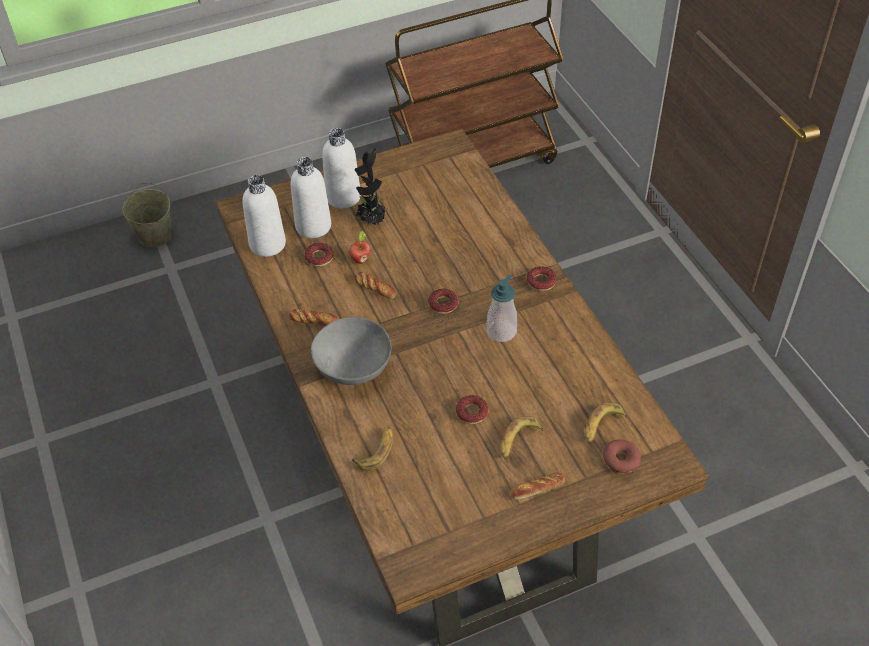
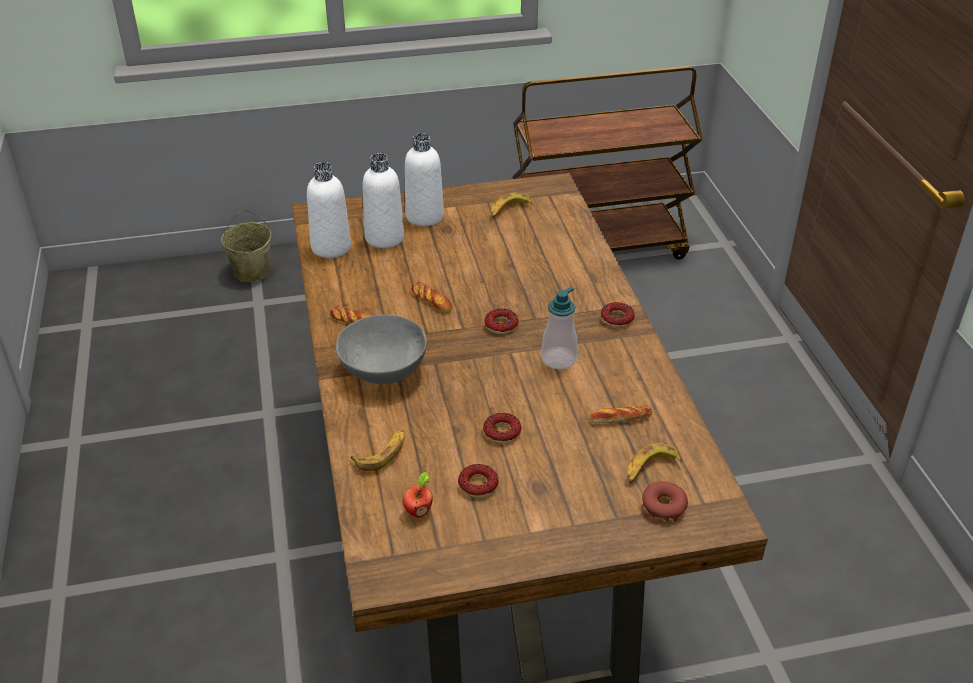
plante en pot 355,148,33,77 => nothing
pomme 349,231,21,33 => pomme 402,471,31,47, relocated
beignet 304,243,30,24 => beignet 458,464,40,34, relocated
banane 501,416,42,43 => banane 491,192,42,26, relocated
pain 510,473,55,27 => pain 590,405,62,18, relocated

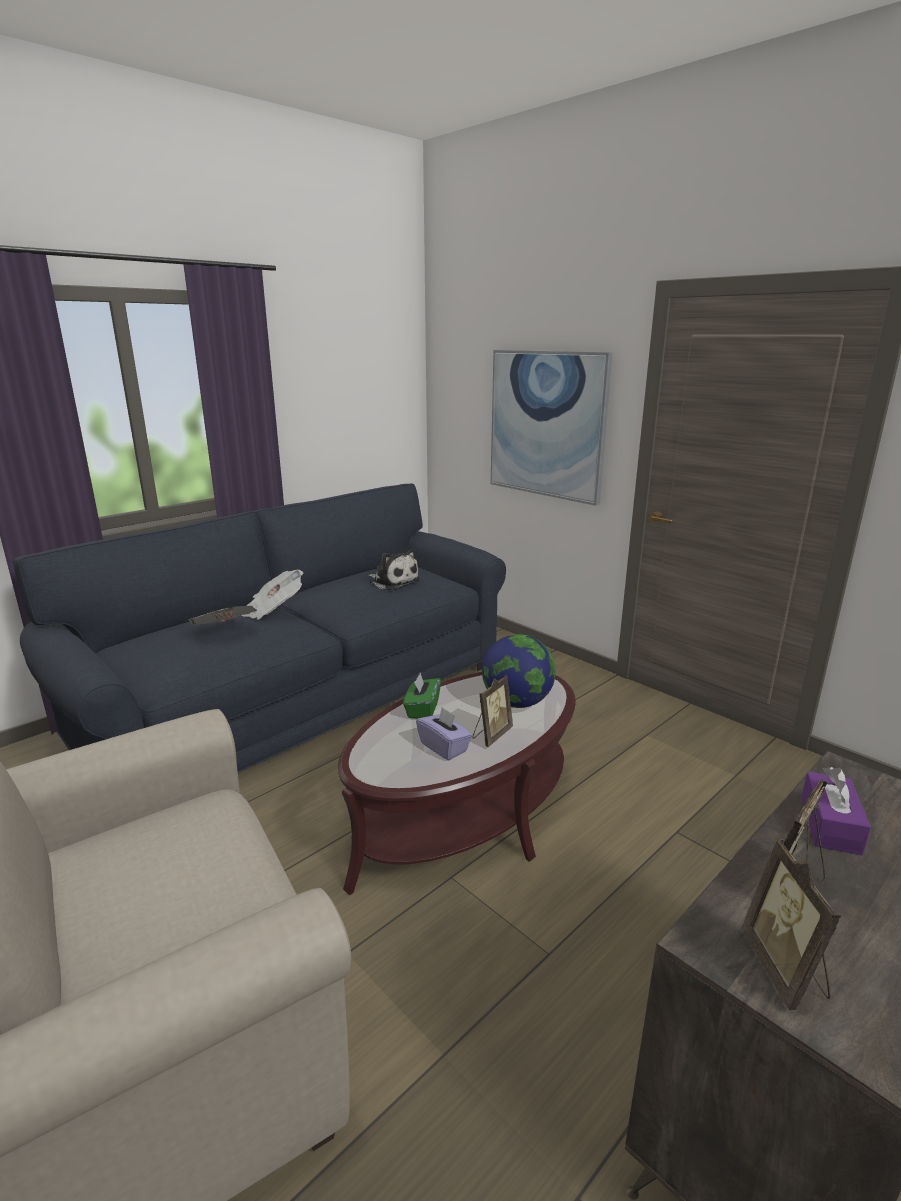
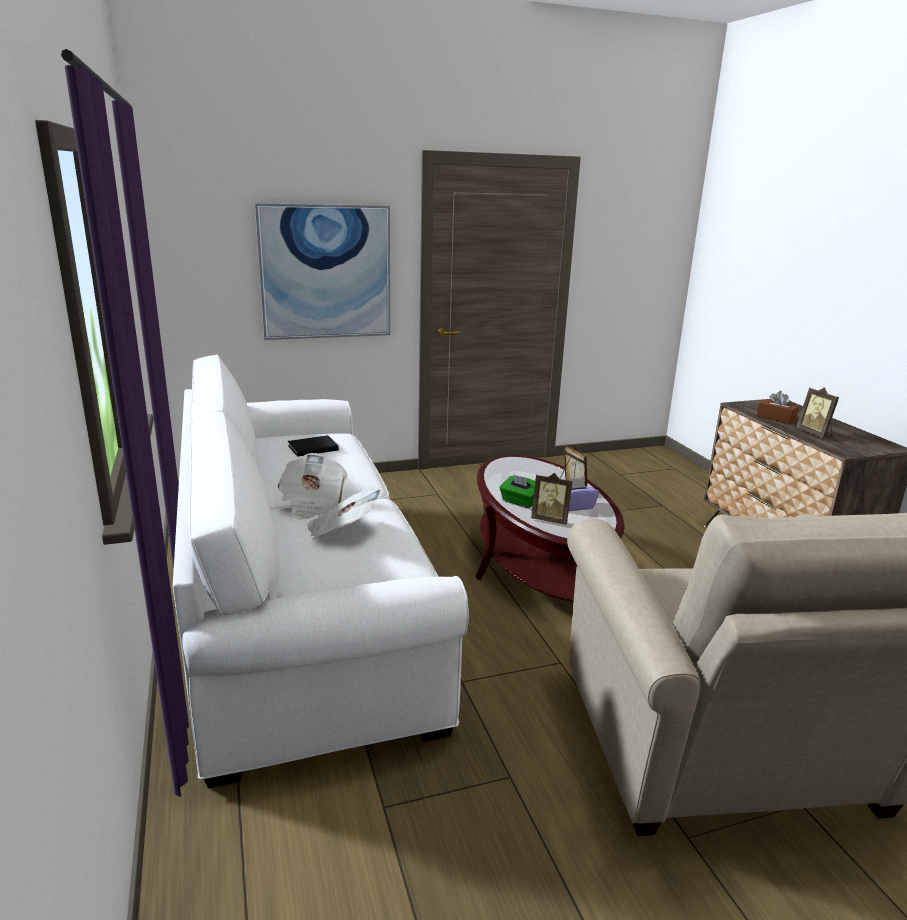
canapé (bleu) 12,483,494,289 => canapé (blanc) 173,354,296,434
peluche 368,549,52,41 => livre (noir) 288,435,51,22
globe 482,634,74,74 => nothing
boîte à mouchoirs (violet) 801,767,70,88 => boîte à mouchoirs (marron) 756,391,43,33
cadre photo 741,839,100,171 => cadre photo 531,473,41,52, relocated

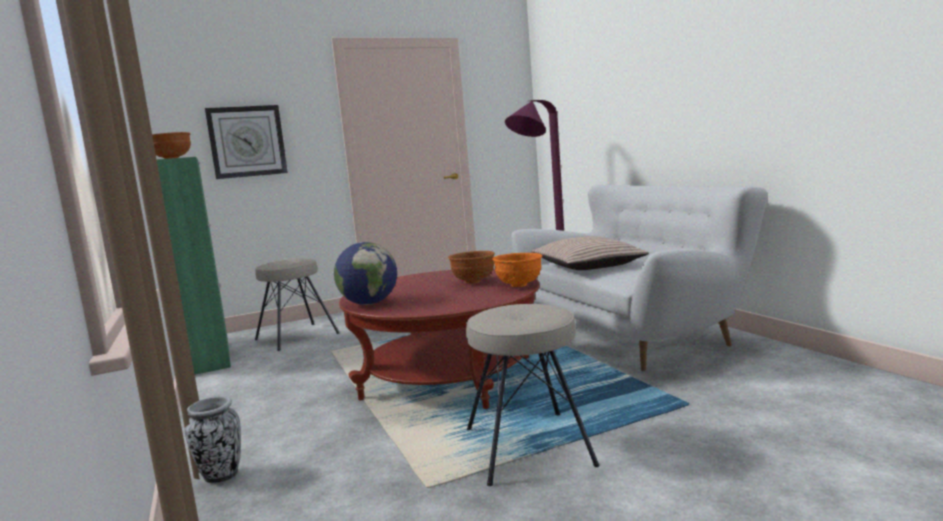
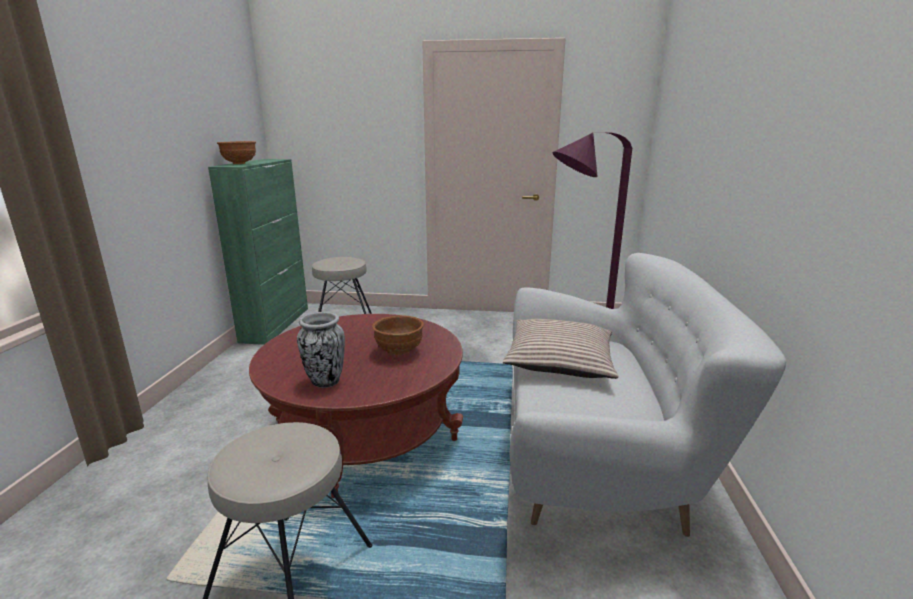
horloge murale 205,105,83,74 => nothing
globe 334,242,63,63 => nothing
bol (orange) 492,253,50,34 => nothing
vase 185,396,56,87 => vase 297,312,48,76, relocated

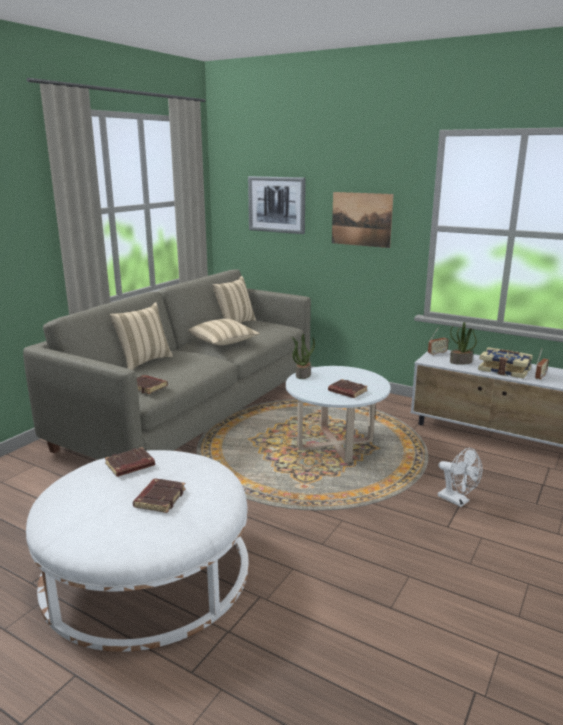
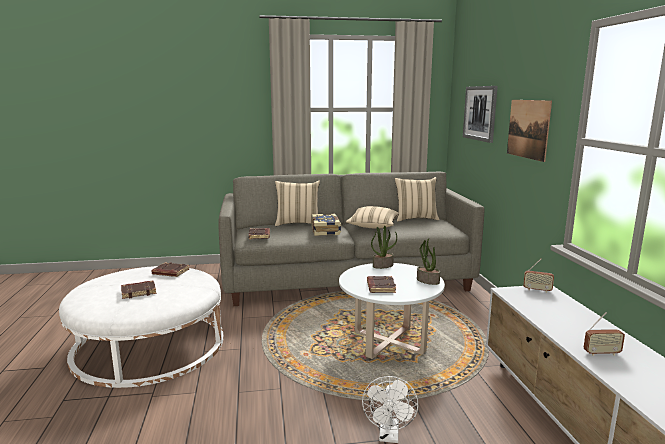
plante en pot 450,322,27,43 => plante en pot 417,238,23,47, relocated
livre 478,347,55,32 => livre 311,214,30,22, relocated

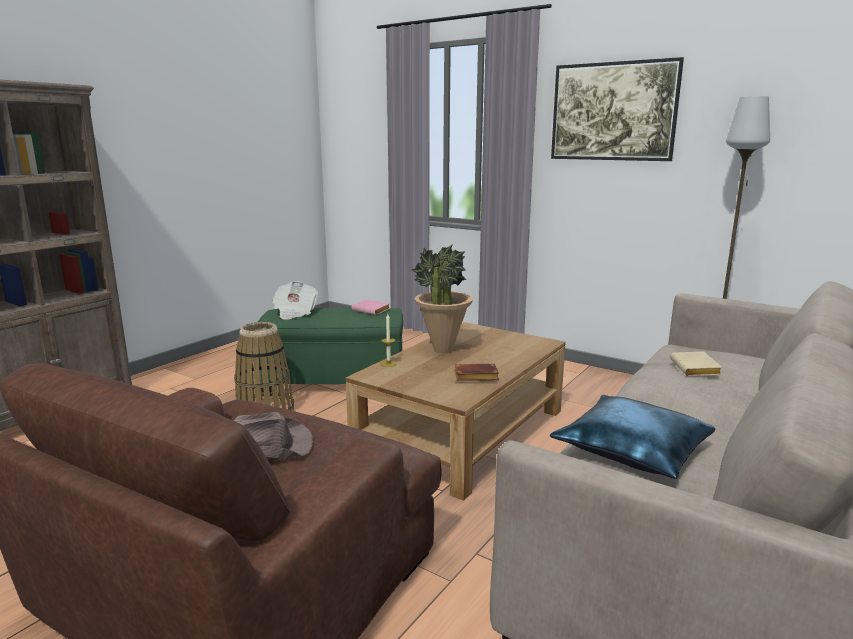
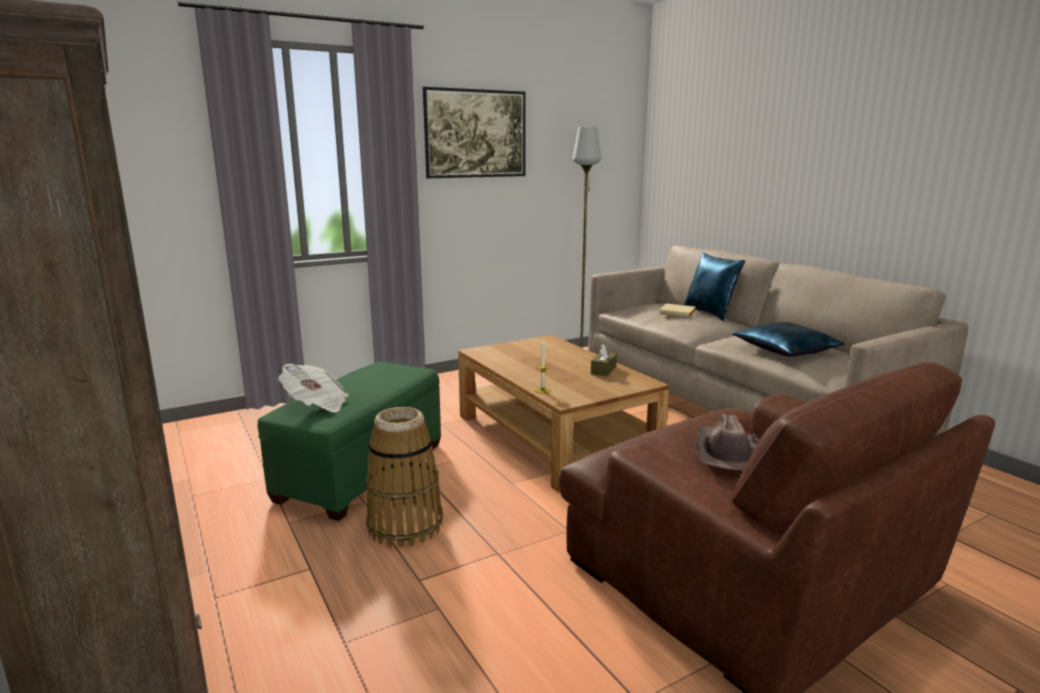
plante en pot 411,244,62,110 => nothing
livre (rose) 352,299,38,16 => nothing
livre (marron) 455,364,44,17 => boîte à mouchoirs (marron) 591,344,26,32
nothing => coussin (bleu) 683,252,62,69

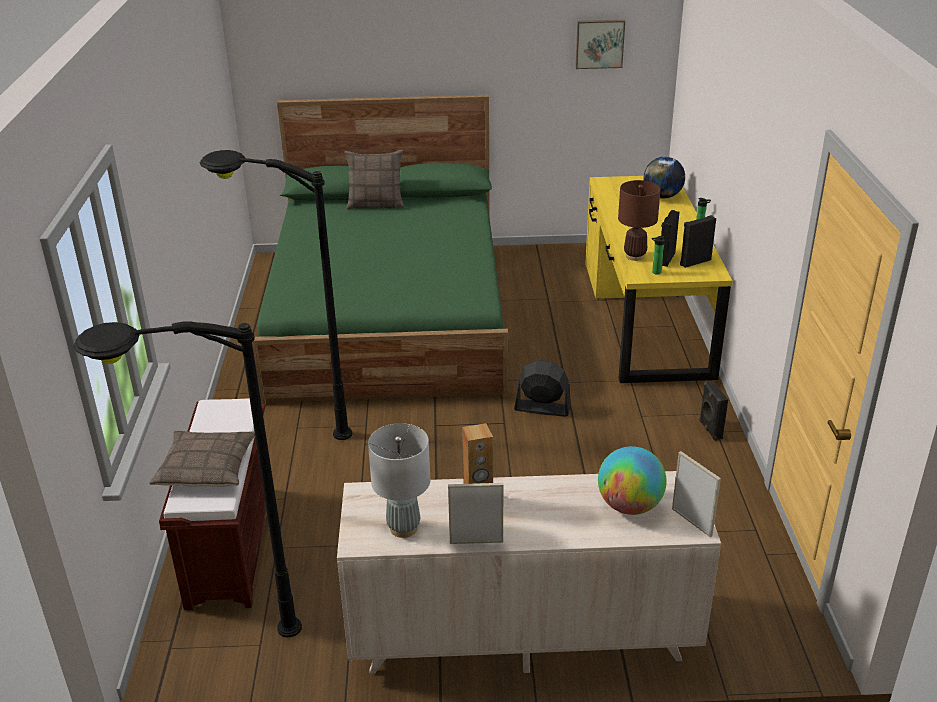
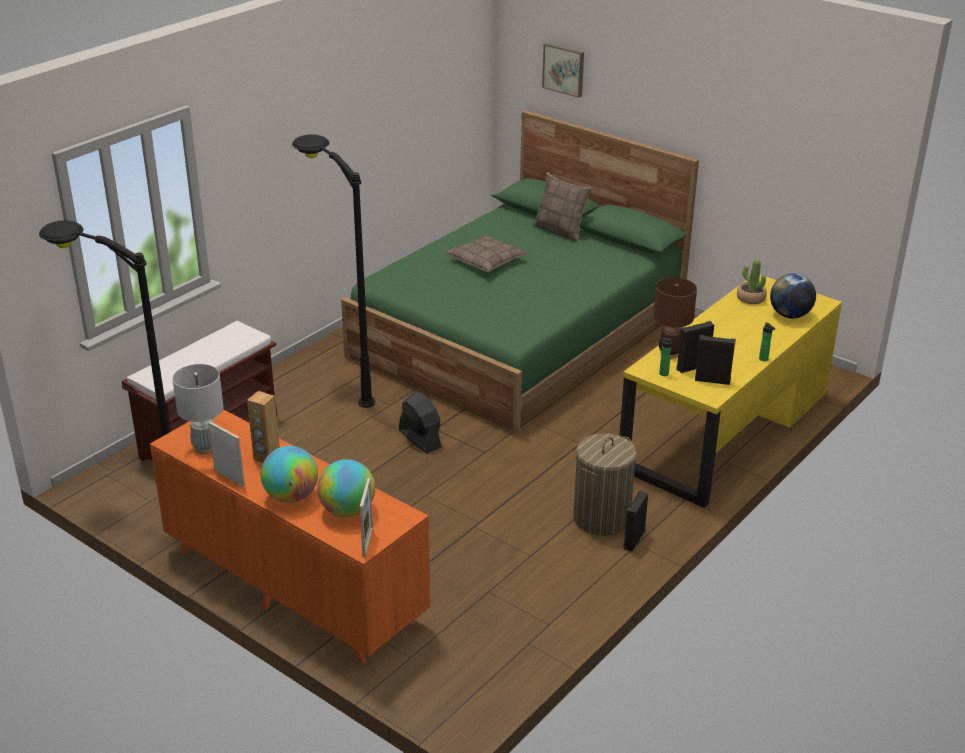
tableau 575,20,50,49 => tableau 542,43,42,55, relocated
ventilateur (noir) 514,360,57,57 => ventilateur (noir) 399,392,43,61, relocated
coussin 149,431,106,56 => coussin 446,235,82,37, relocated
commode (beige) 337,471,384,203 => commode (orange) 150,409,280,256
nothing => plante en pot 737,259,30,45
nothing => panier à linge 573,433,64,103
nothing => globe 261,446,57,57

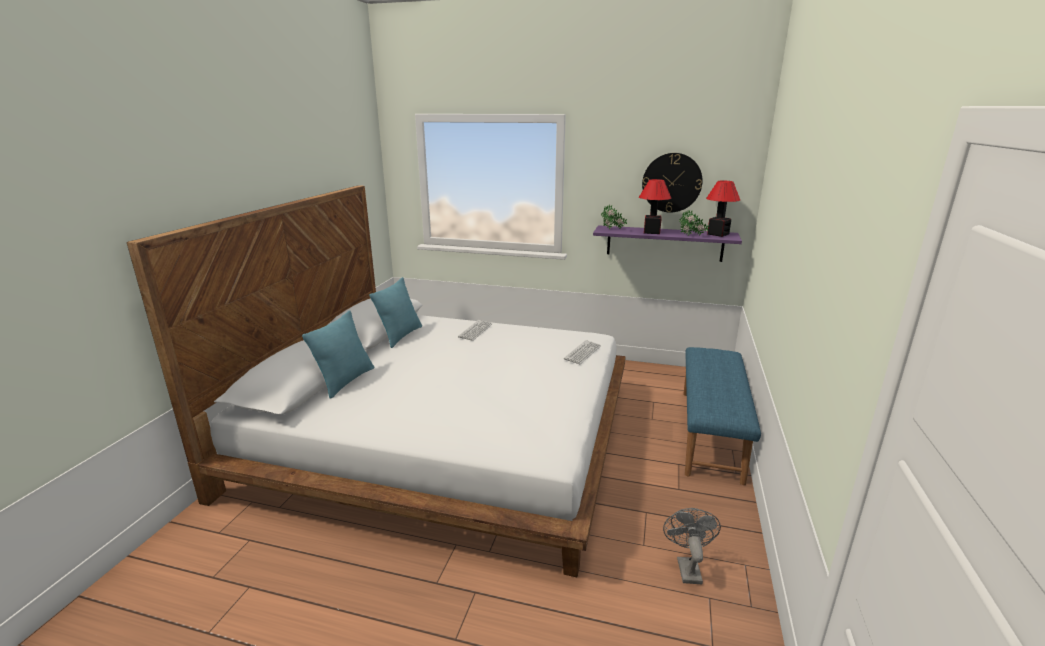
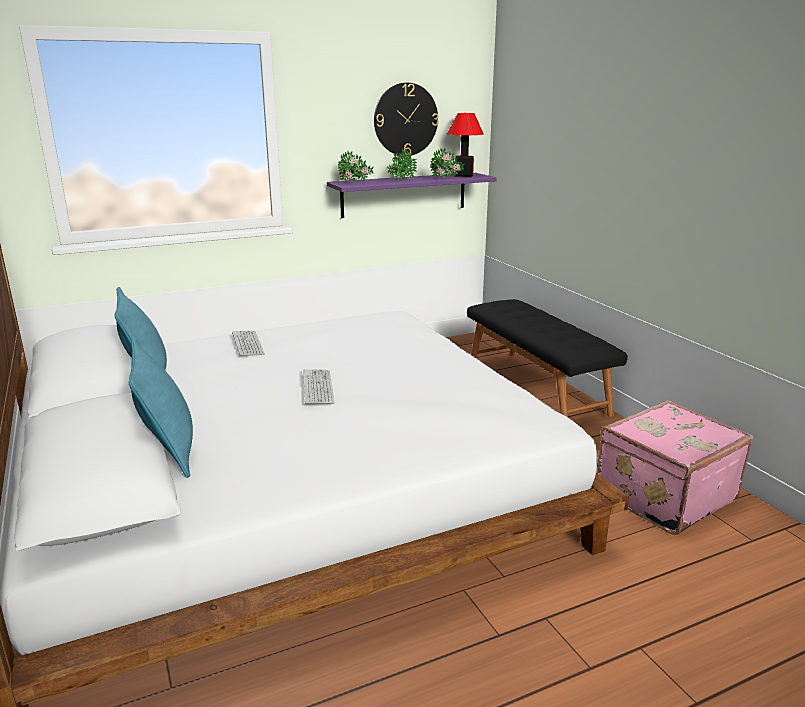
lampe de table 639,179,32,55 => plante en pot 387,149,30,31
clavier 564,340,37,24 => clavier 303,369,31,35, relocated
banc (bleu) 683,347,78,138 => banc (noir) 467,299,161,118
ventilateur (gris) 663,508,58,76 => valise (rose) 597,400,156,135

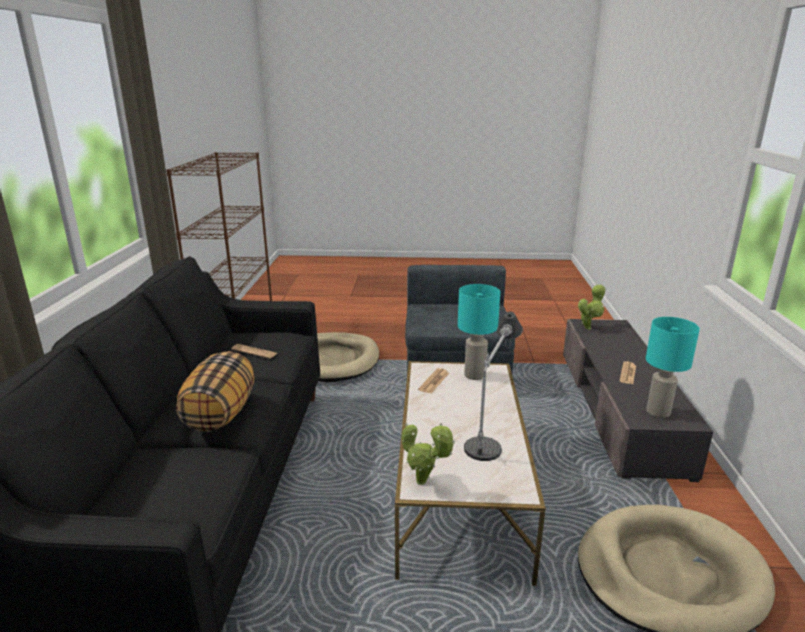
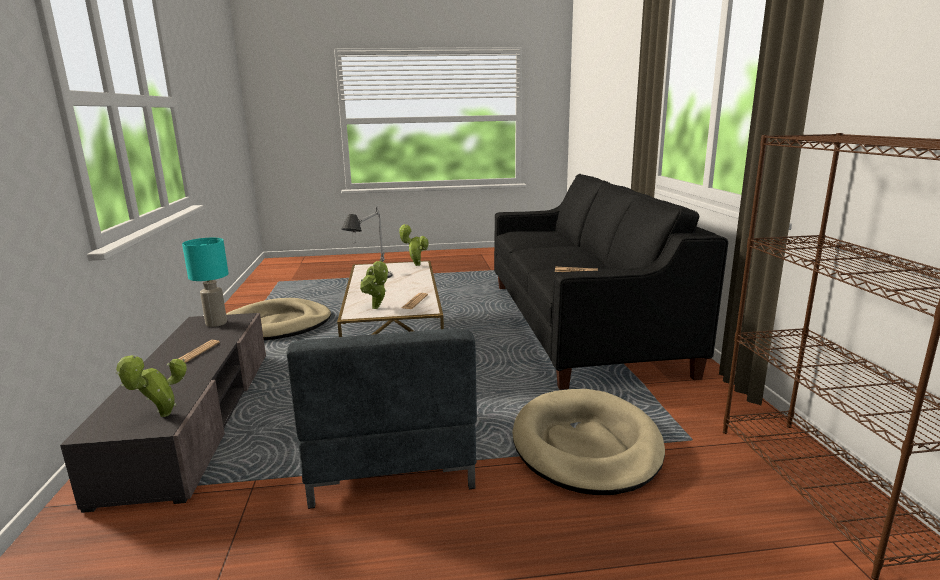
lampe de table (turquoise) 458,284,42,96 => plante en pot 360,260,28,49
coussin 176,351,78,81 => nothing

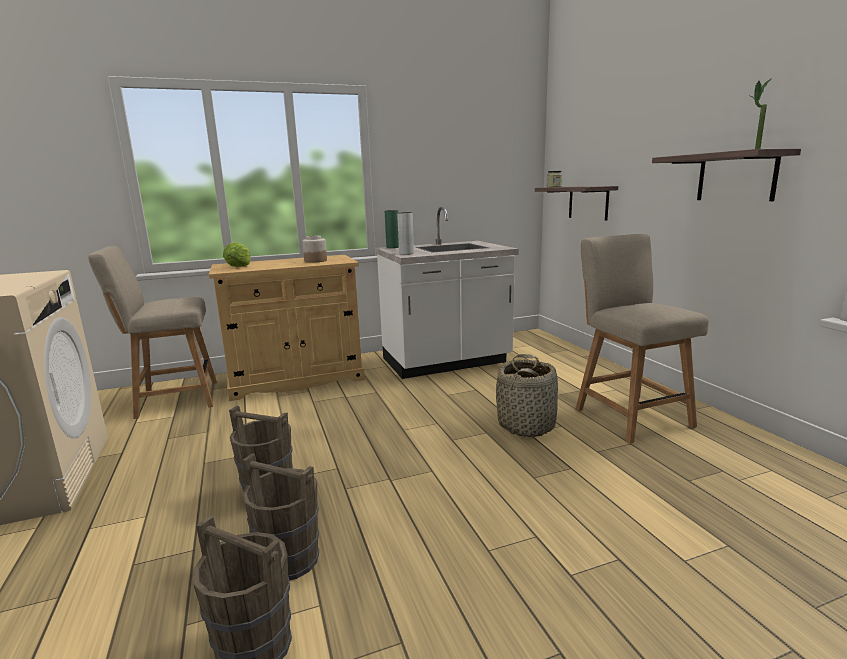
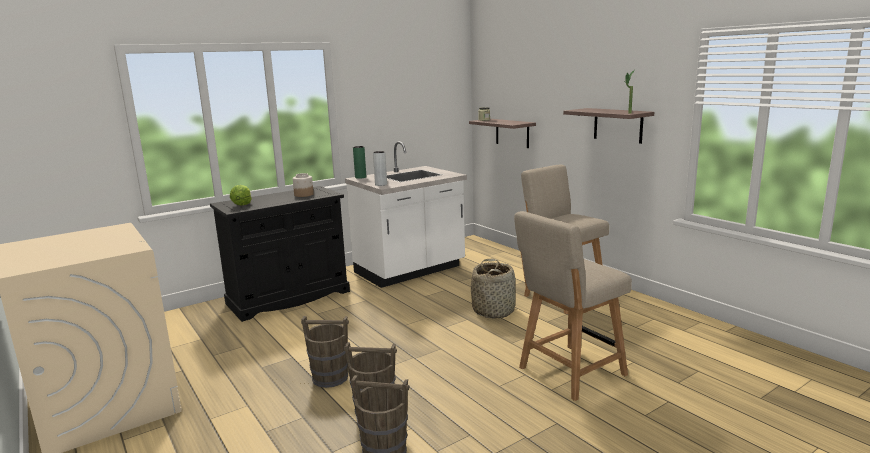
chaise (beige) 88,246,129,173 => chaise (beige) 514,211,118,190, relocated
meuble de rangement (beige) 209,255,156,146 => meuble de rangement (noir) 210,186,140,136

